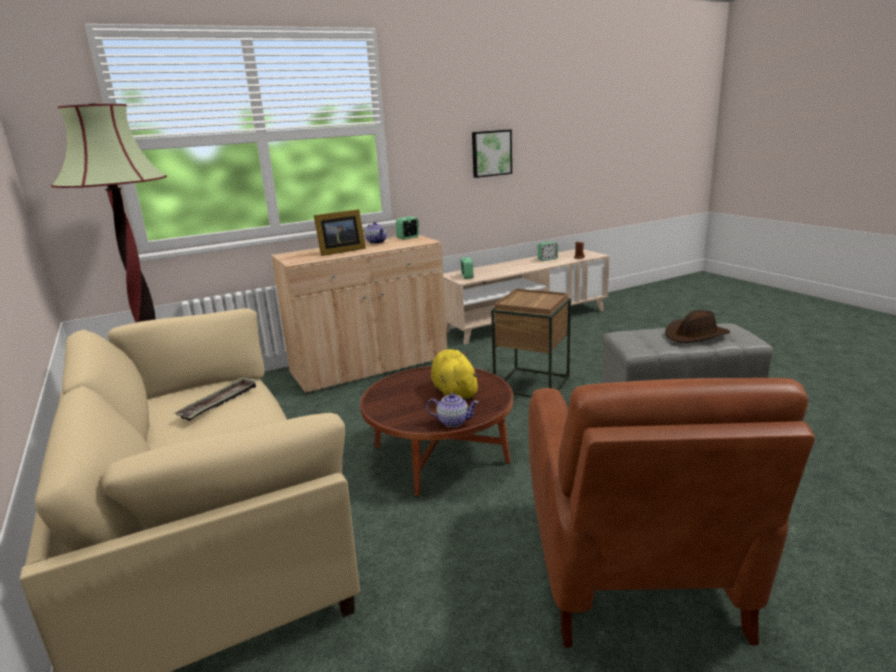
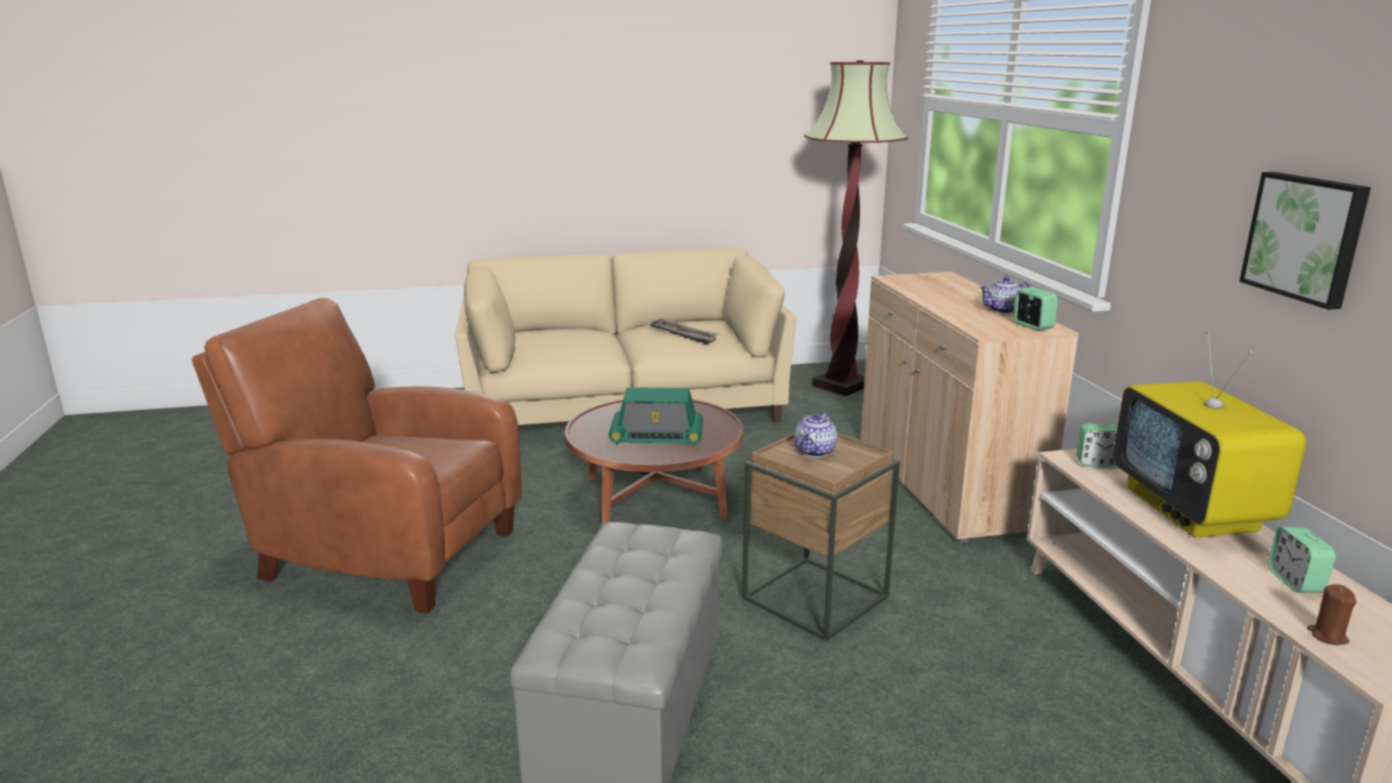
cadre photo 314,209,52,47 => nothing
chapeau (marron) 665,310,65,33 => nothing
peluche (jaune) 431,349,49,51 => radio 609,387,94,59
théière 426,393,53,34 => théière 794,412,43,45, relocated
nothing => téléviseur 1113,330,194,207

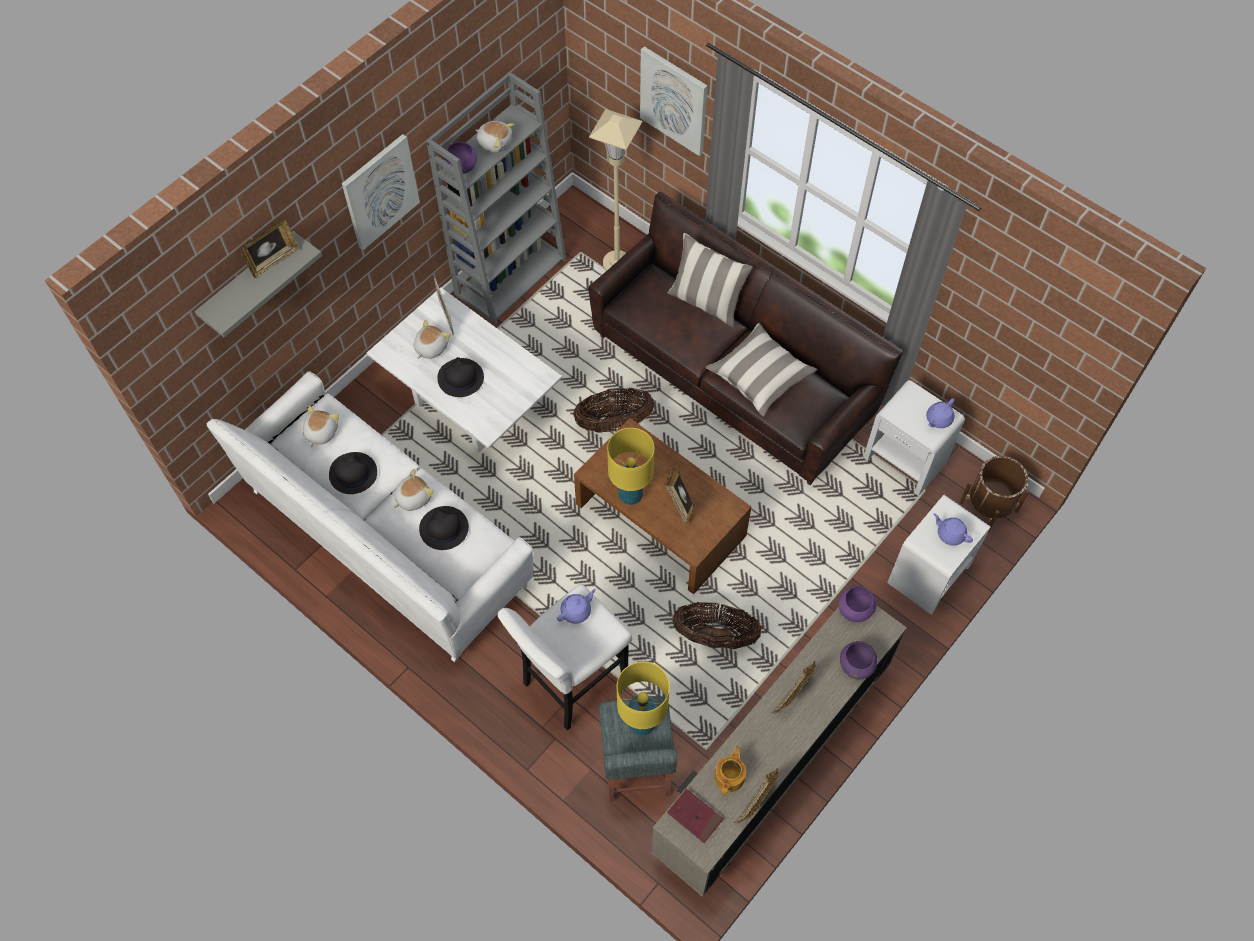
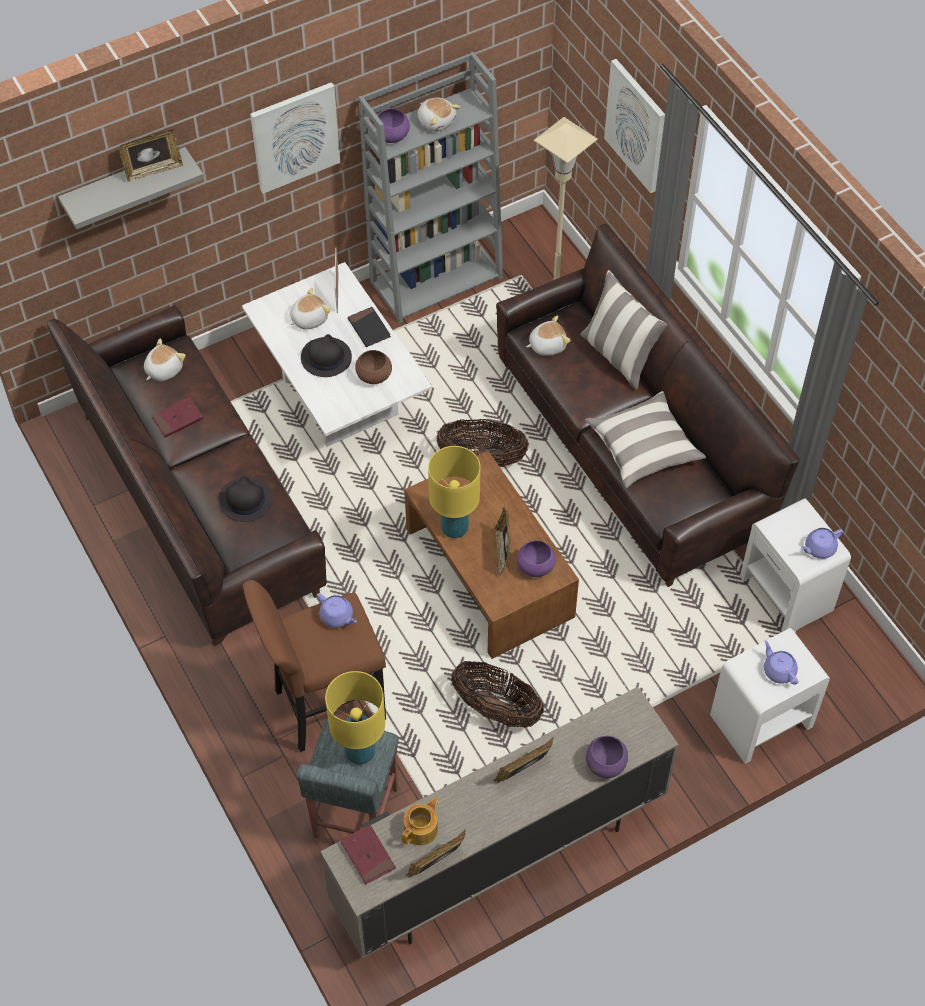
canapé (blanc) 207,371,326,291 => canapé (marron) 47,306,279,340
chapeau (noir) 329,452,48,42 => livre (rouge) 152,397,51,41
cache-pot (marron) 959,456,70,77 => nothing
peluche 394,469,40,42 => peluche 526,316,45,40, relocated
tabouret (blanc) 497,584,135,147 => tabouret (marron) 243,580,143,172
bol (violet) 838,586,38,36 => bol (violet) 517,540,39,37, relocated
théière (violet) 557,589,39,35 => théière (violet) 317,593,40,35, 60 degrees clockwise
nothing => livre (noir) 348,307,43,40
nothing => bol (marron) 355,350,37,34

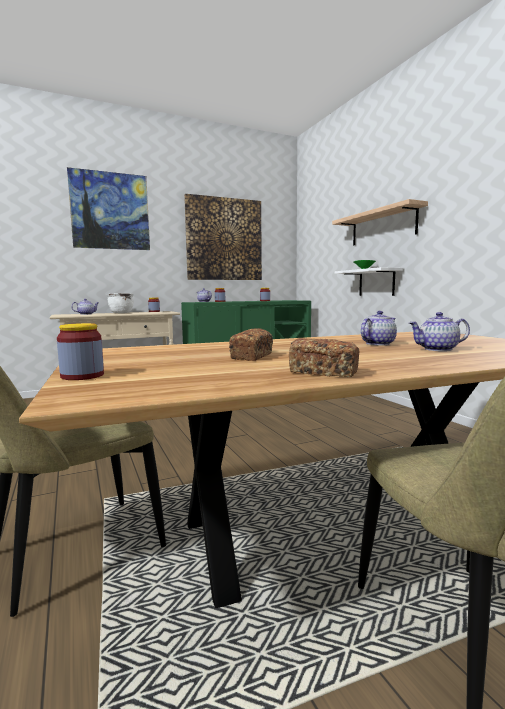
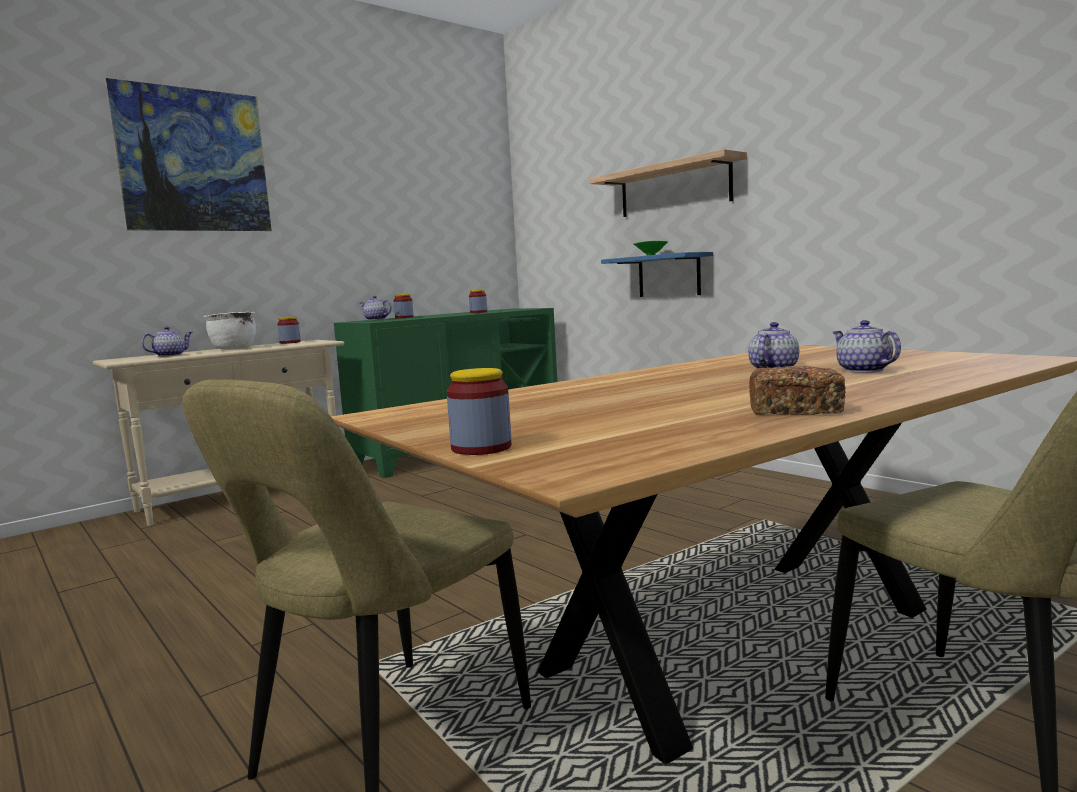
tableau 184,194,78,86 => nothing
étagère (blanc) 334,267,69,29 => étagère (bleu) 601,252,112,45
théière 409,312,61,39 => théière 832,320,69,53, 90 degrees clockwise
pain 229,328,44,33 => nothing

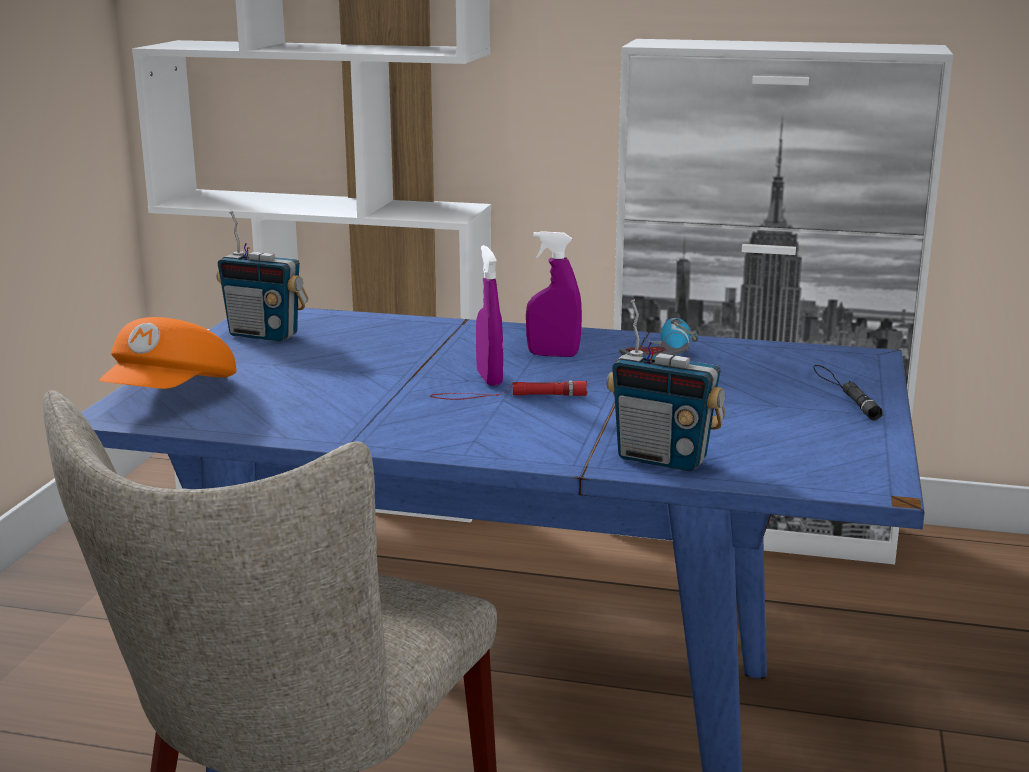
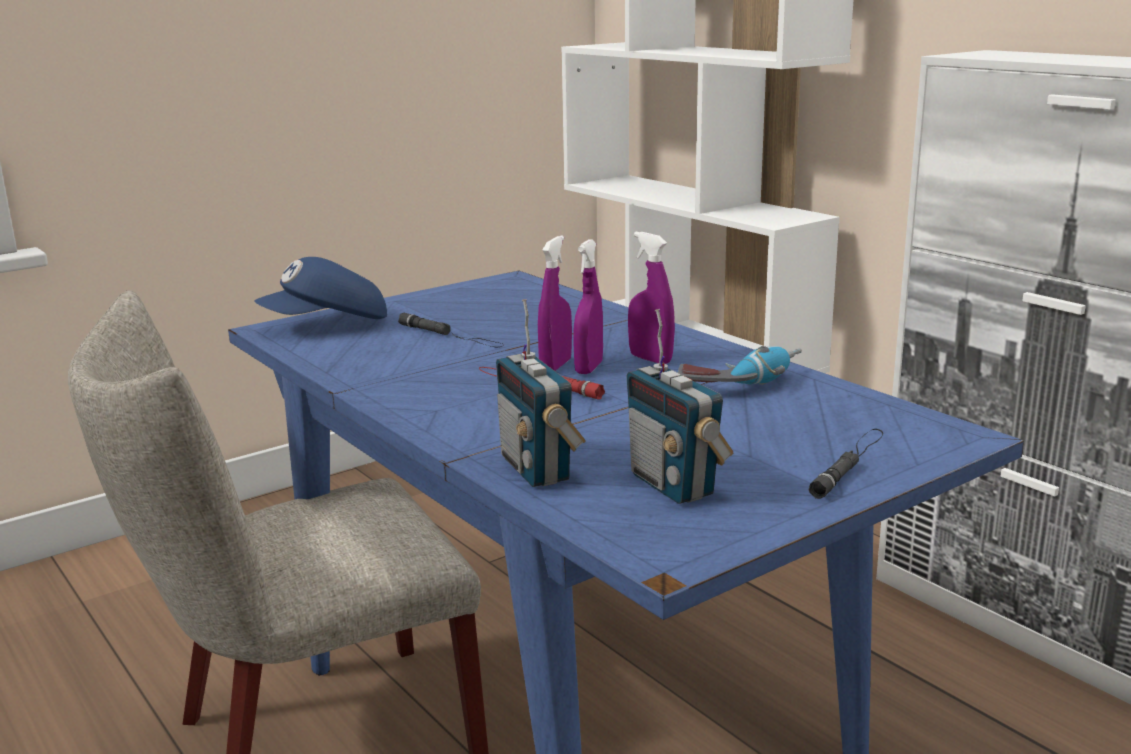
radio 217,211,91,131 => radio 627,309,106,195, relocated
casquette (orange) 99,317,138,72 => casquette (bleu) 254,257,133,62
nothing => vaporisateur (violet) 574,239,29,135
nothing => lampe de poche (noir) 398,313,106,34

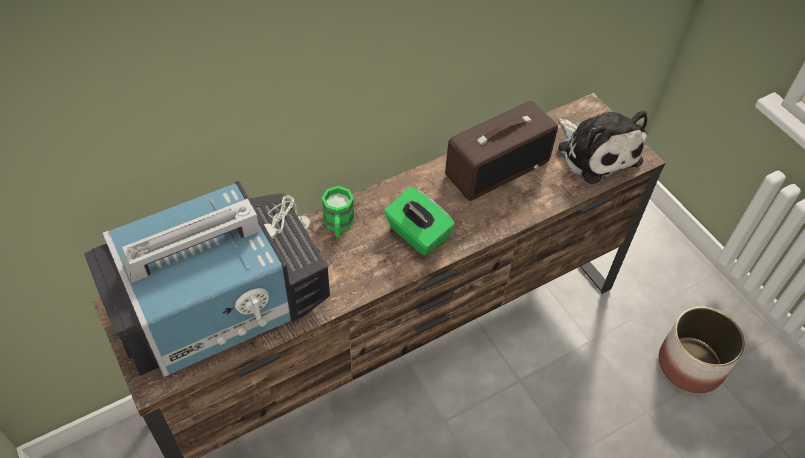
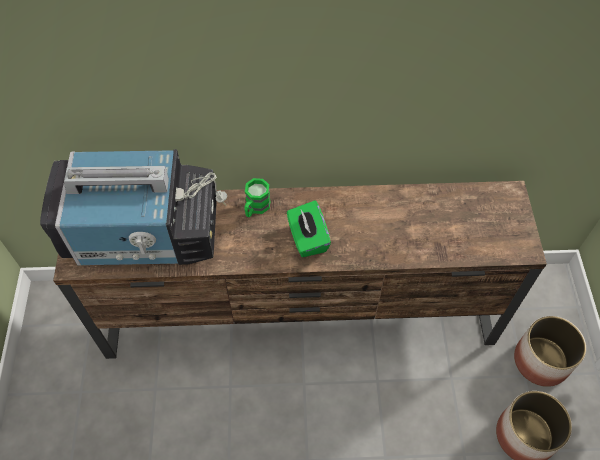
radio 445,101,113,100 => nothing
peluche 558,110,89,74 => nothing
nothing => cache-pot 514,316,72,71

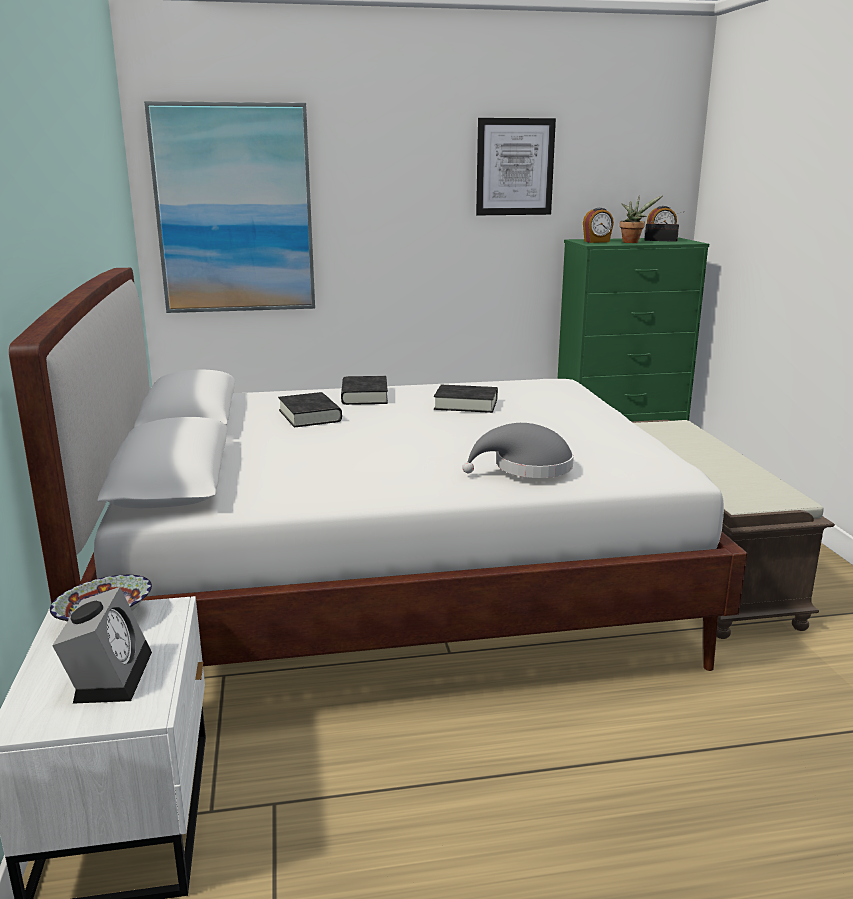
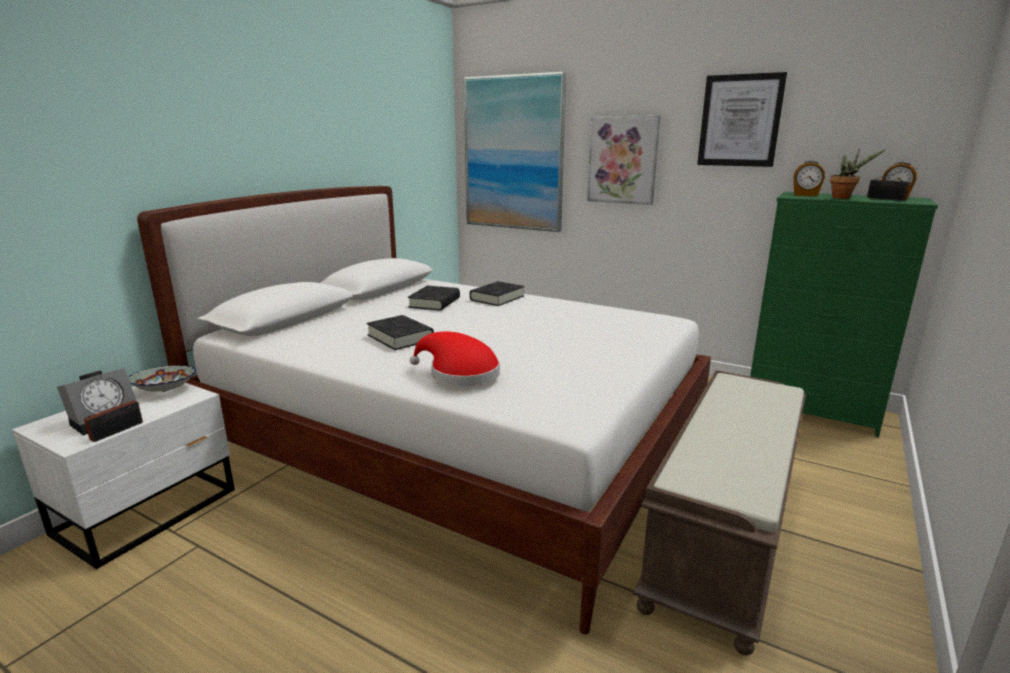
livre (noir) 434,385,64,28 => livre (noir) 366,315,68,35, relocated
chapeau (gris) 462,423,112,55 => chapeau (rouge) 410,331,90,56
nothing => tableau 587,115,74,90
nothing => radio 84,382,59,60

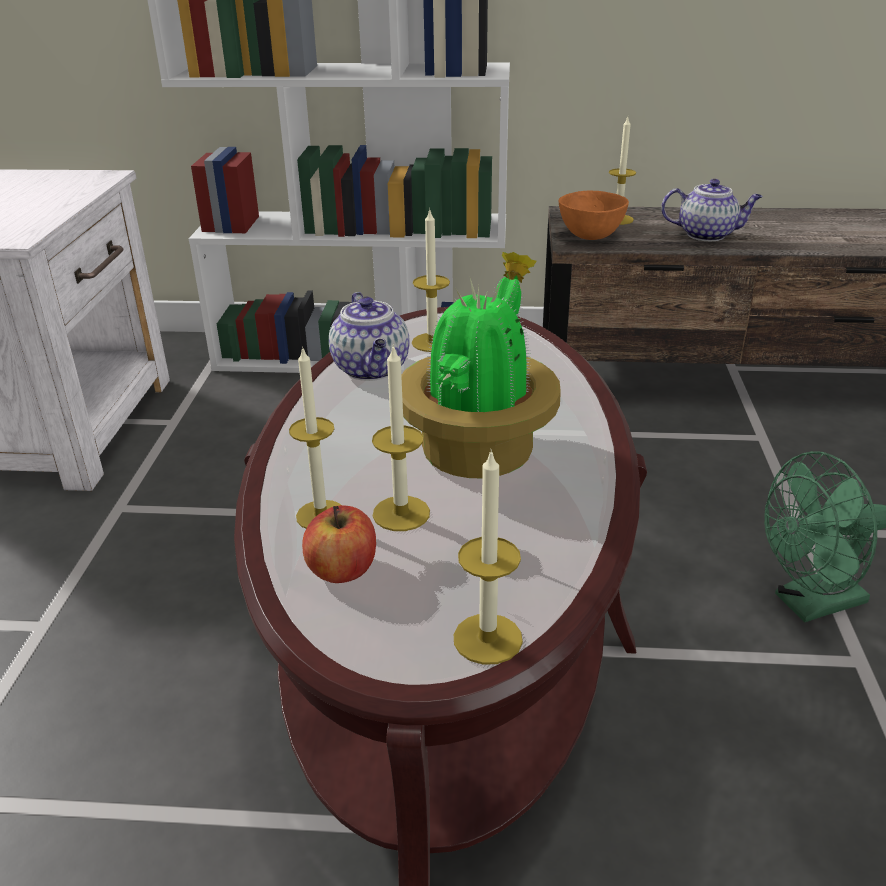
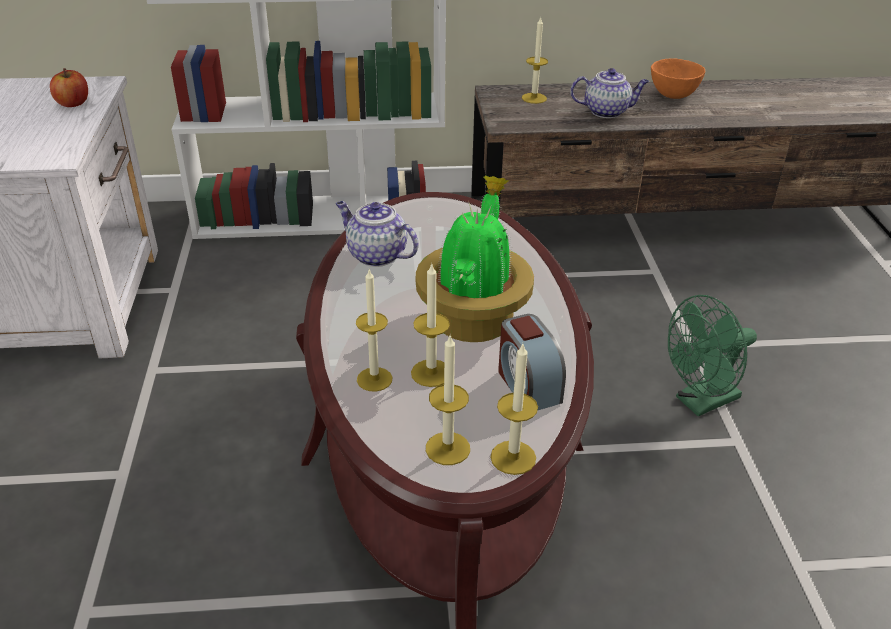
bol (orange) 559,191,70,49 => bol (orange) 651,58,55,41, relocated
bougie 412,208,38,144 => bougie 426,336,44,129, relocated
théière 329,292,81,89 => théière 336,201,82,66, 150 degrees clockwise
pomme 302,505,74,78 => pomme 50,68,38,39, relocated
nothing => réveil 498,314,68,97

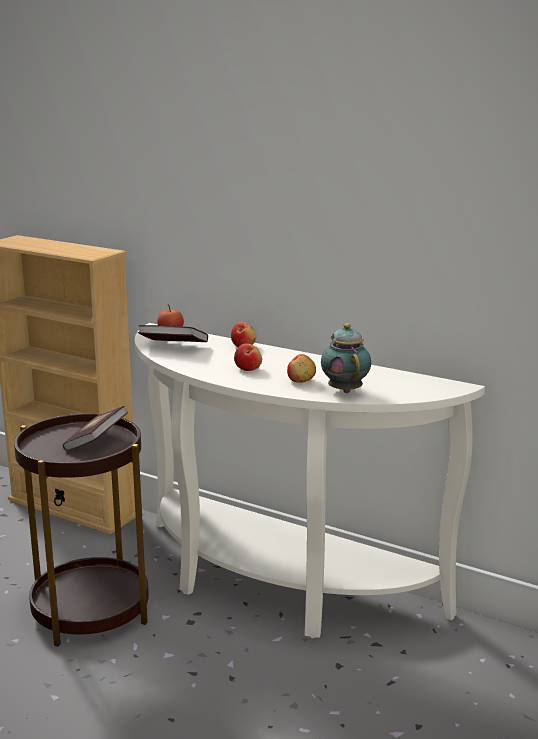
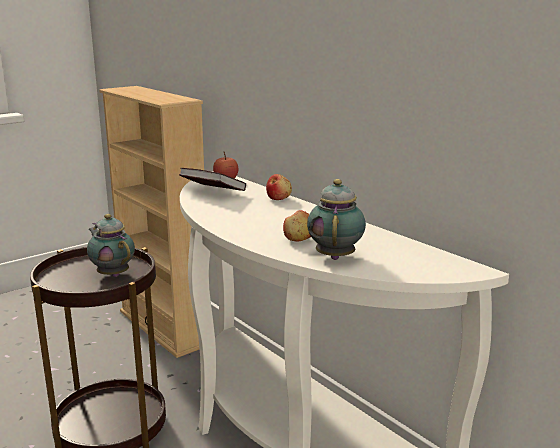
pomme 234,344,28,27 => nothing
livre 63,406,65,45 => théière 87,214,48,63

